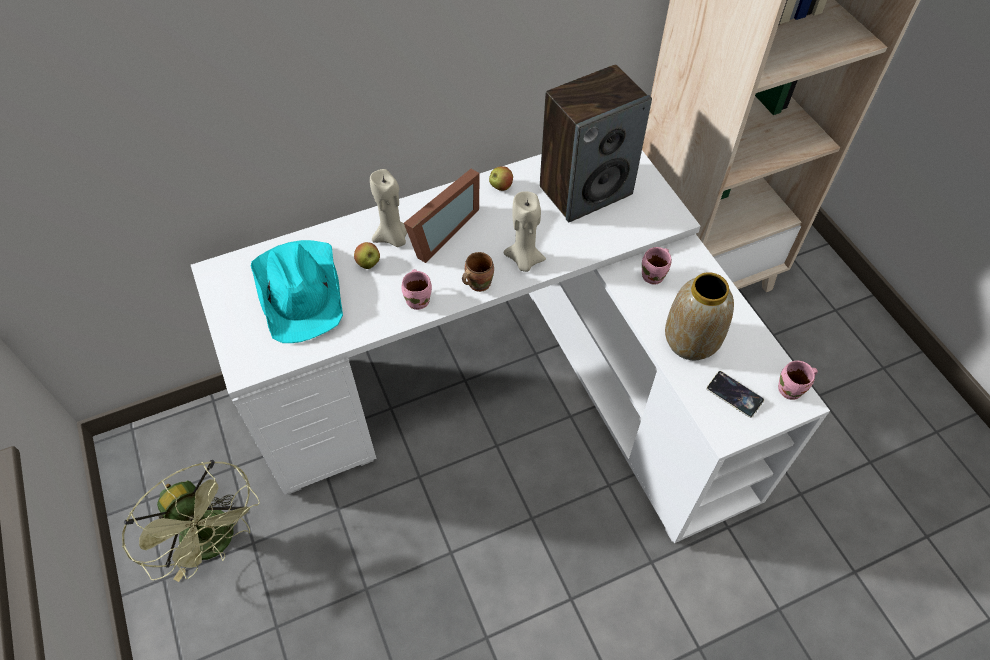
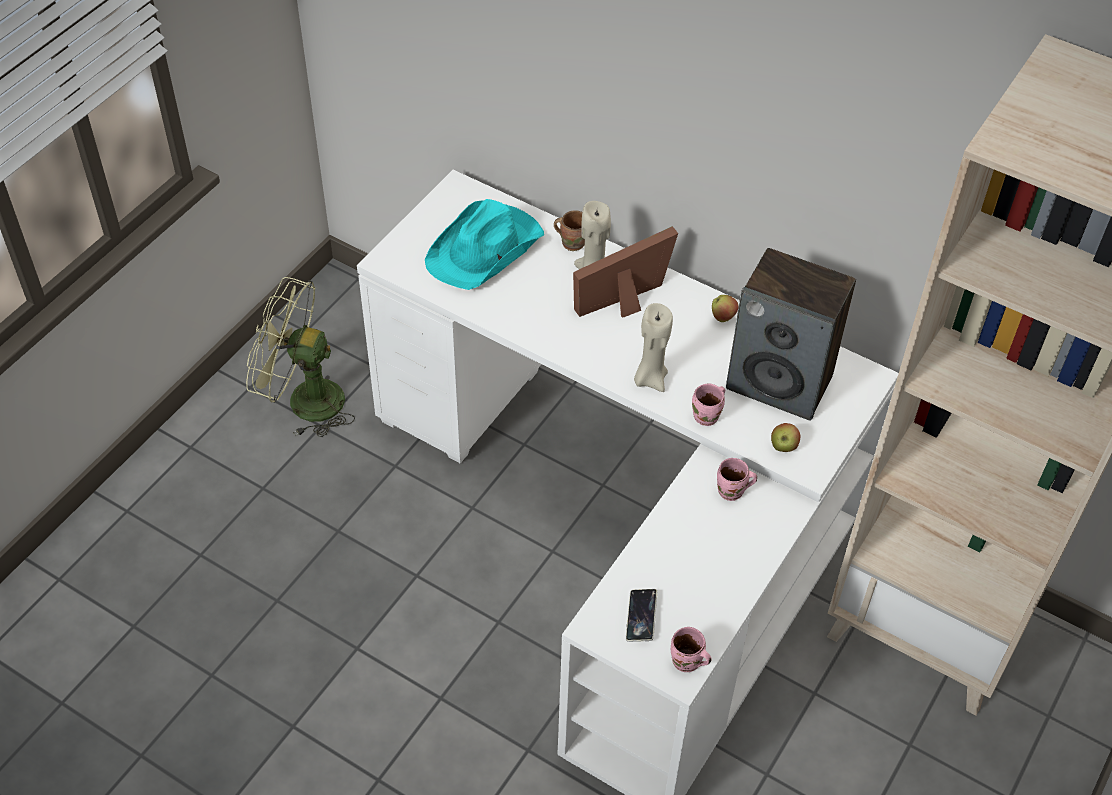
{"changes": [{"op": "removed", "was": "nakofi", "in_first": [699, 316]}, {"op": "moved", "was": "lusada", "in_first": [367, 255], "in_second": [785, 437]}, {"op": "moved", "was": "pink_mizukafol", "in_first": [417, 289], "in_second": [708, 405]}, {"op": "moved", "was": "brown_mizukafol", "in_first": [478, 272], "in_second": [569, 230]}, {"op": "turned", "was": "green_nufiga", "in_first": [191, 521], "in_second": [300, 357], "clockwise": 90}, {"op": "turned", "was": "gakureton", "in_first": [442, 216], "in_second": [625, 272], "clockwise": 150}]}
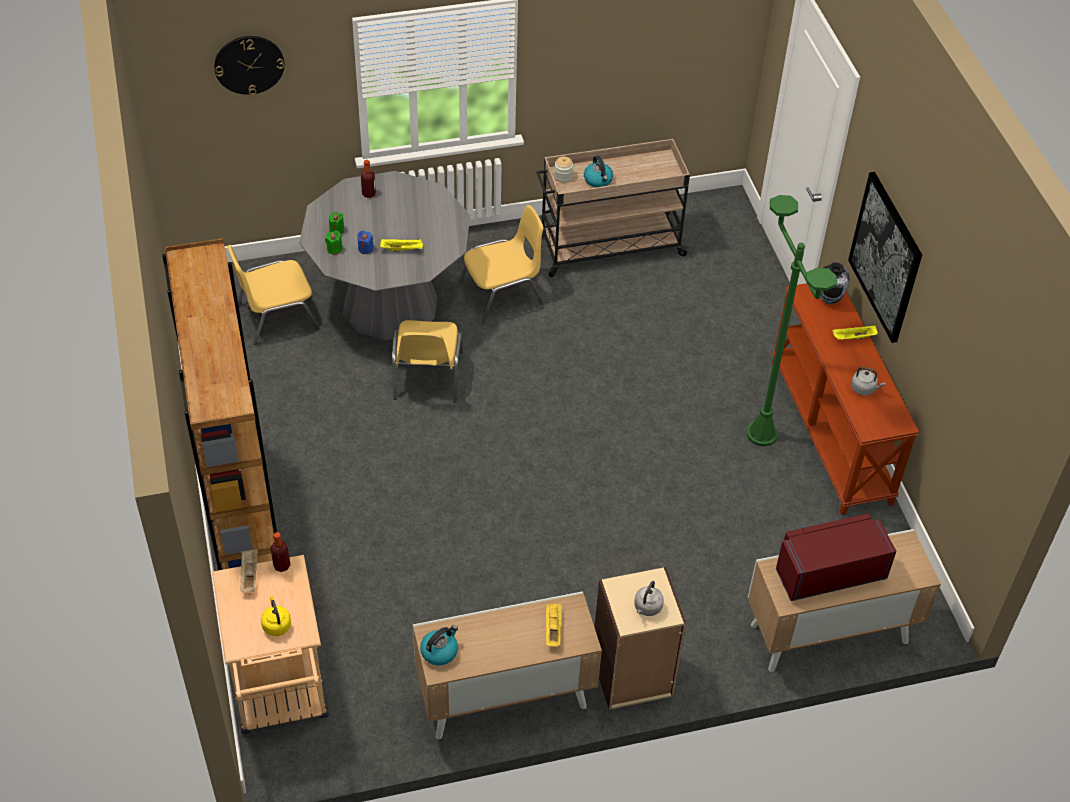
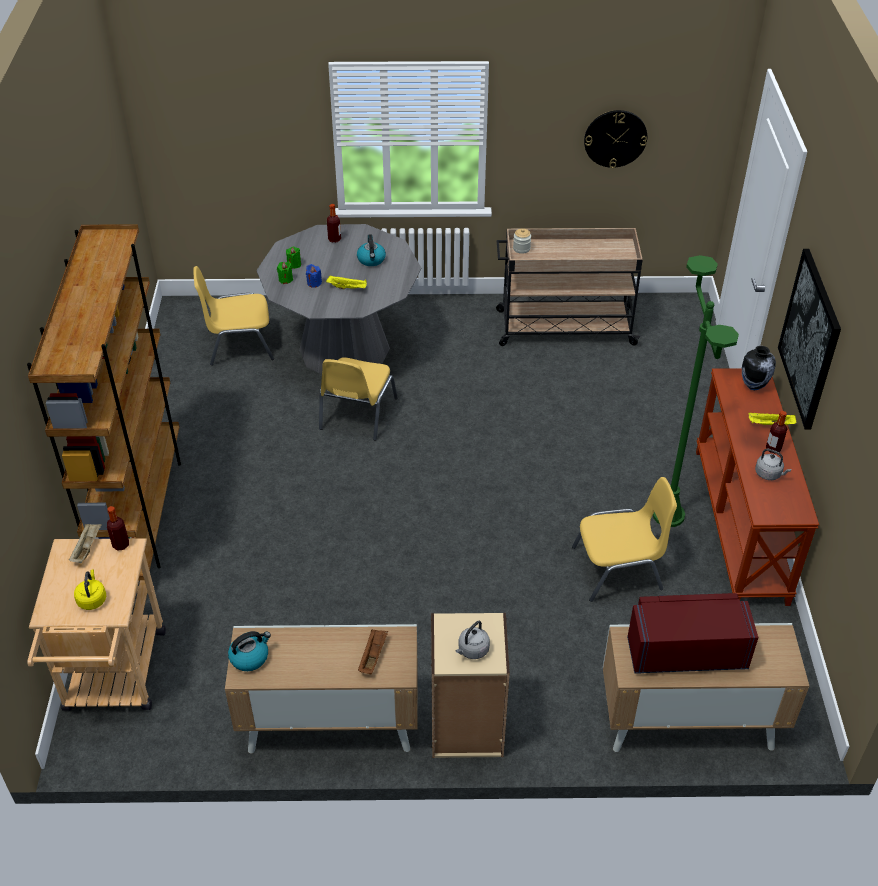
{"changes": [{"op": "added", "now": "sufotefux", "in_second": [776, 432]}, {"op": "moved", "was": "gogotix", "in_first": [249, 65], "in_second": [615, 139]}, {"op": "moved", "was": "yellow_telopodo", "in_first": [501, 264], "in_second": [624, 539]}, {"op": "moved", "was": "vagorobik", "in_first": [598, 171], "in_second": [371, 250]}, {"op": "recoloured", "was": "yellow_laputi", "now": "brown_laputi", "in_first": [554, 625], "in_second": [373, 652]}]}
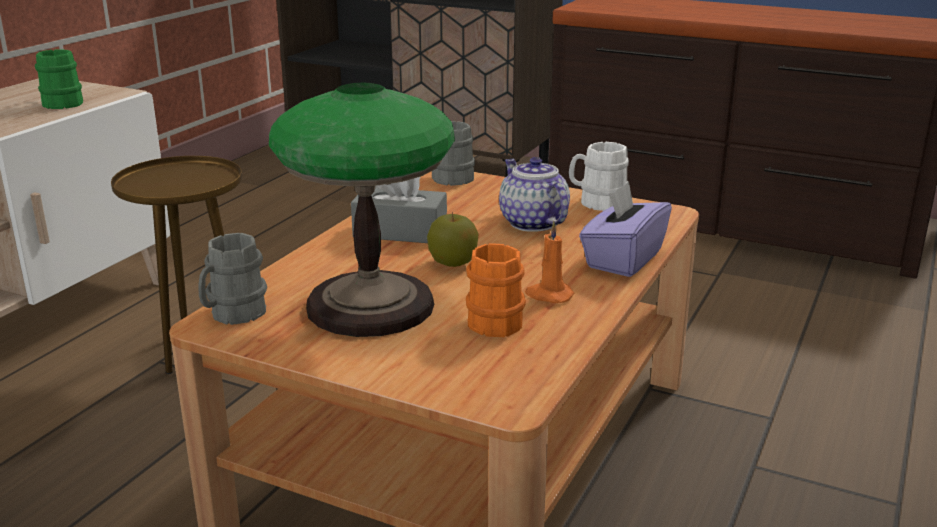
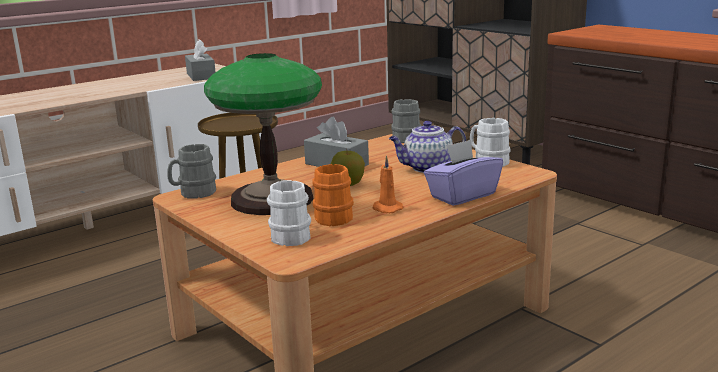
{"changes": [{"op": "added", "now": "white_mizukafol", "in_second": [289, 213]}, {"op": "replaced", "was": "green_mizukafol", "now": "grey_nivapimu", "in_first": [59, 79], "in_second": [200, 60]}, {"op": "turned", "was": "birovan", "in_first": [534, 194], "in_second": [427, 147], "clockwise": -105}]}
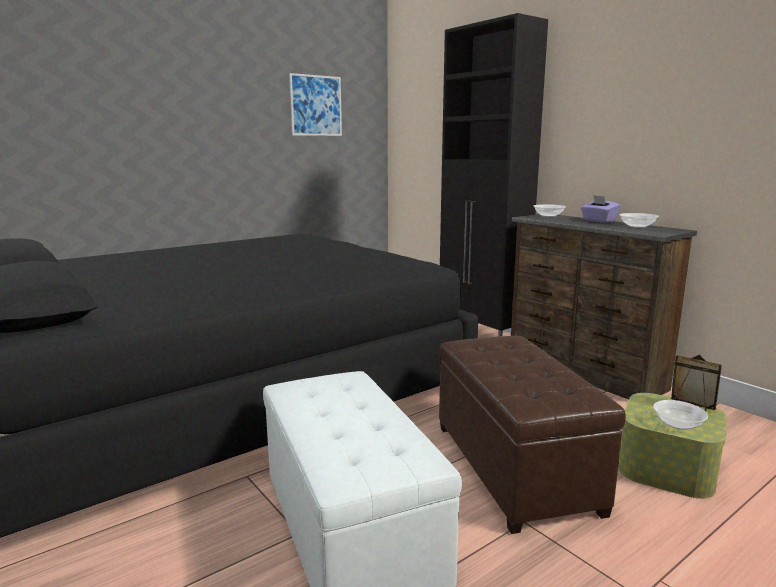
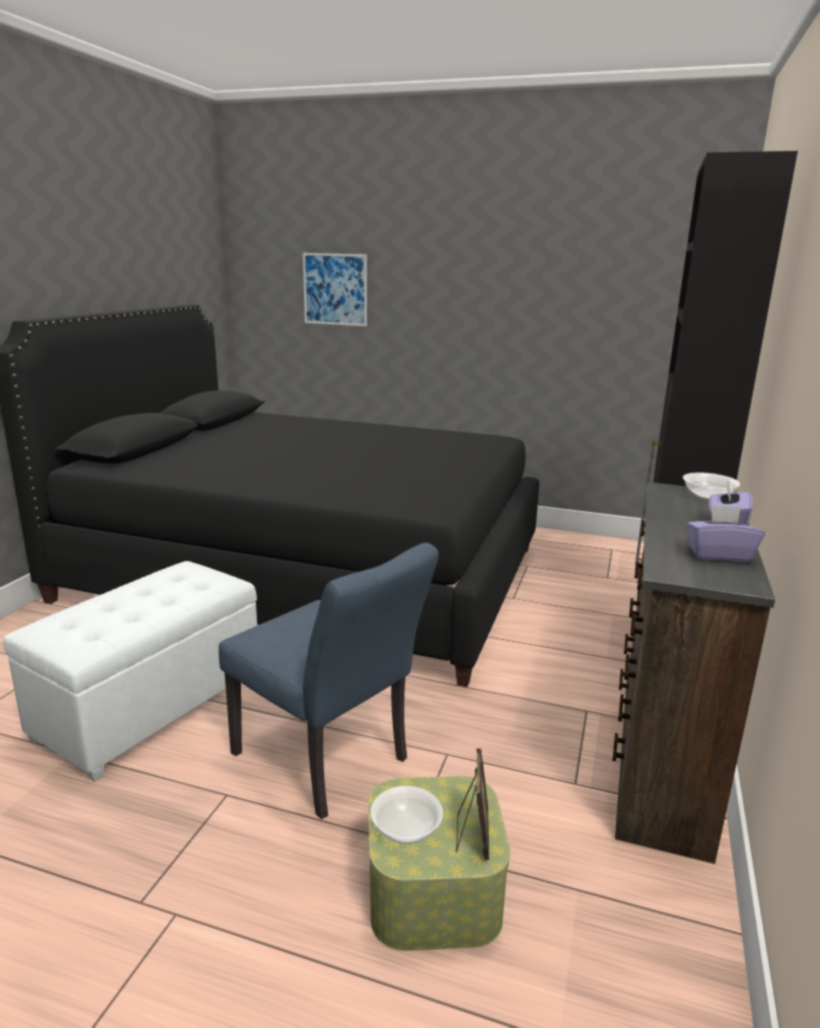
{"changes": [{"op": "moved", "was": "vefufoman", "in_first": [315, 104], "in_second": [335, 289]}, {"op": "replaced", "was": "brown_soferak", "now": "blue_telopodo", "in_first": [532, 435], "in_second": [329, 681]}, {"op": "replaced", "was": "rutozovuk", "now": "purple_nivapimu", "in_first": [639, 220], "in_second": [725, 533]}]}
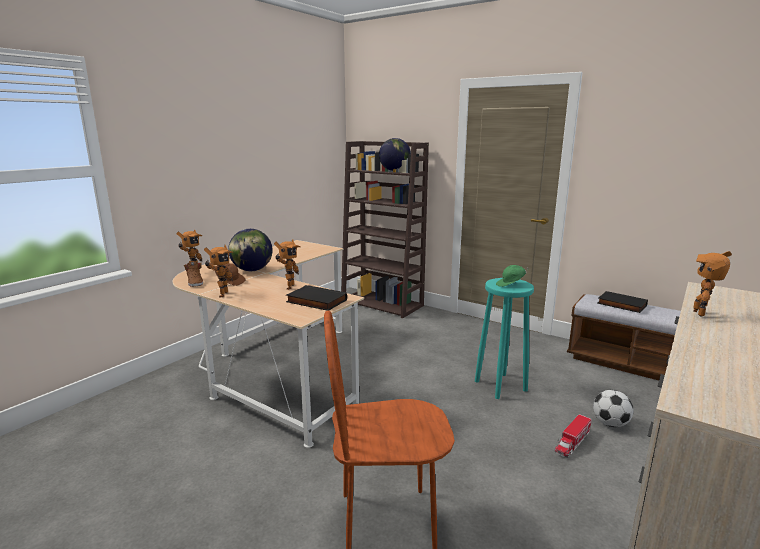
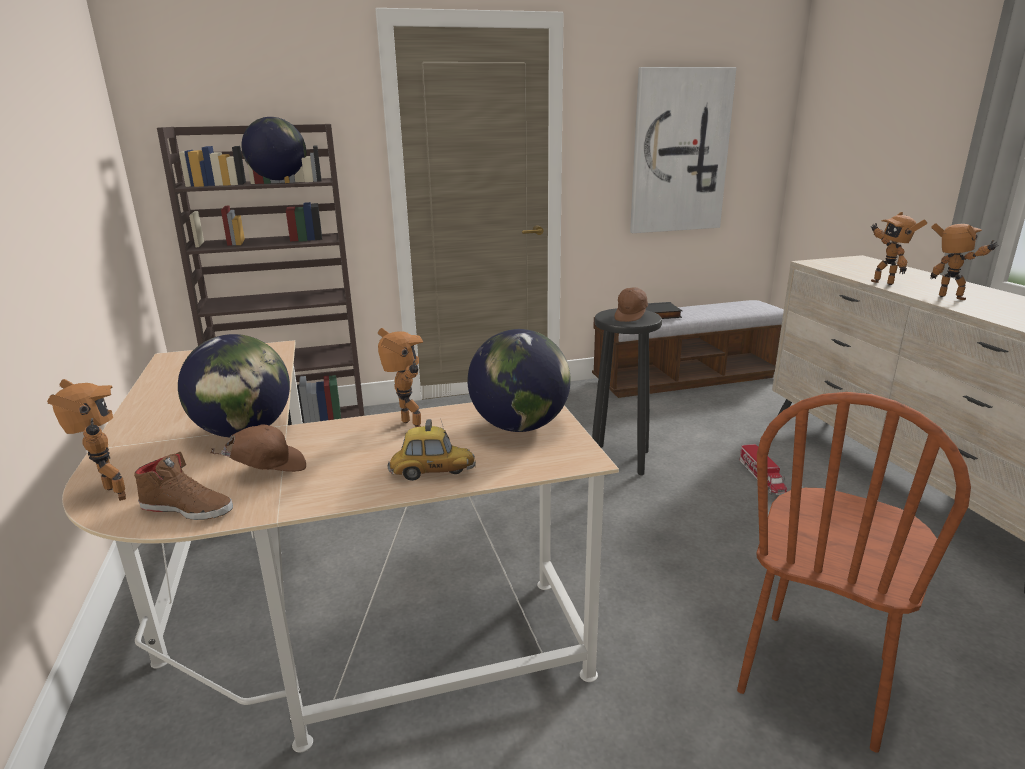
{"changes": [{"op": "removed", "was": "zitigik", "in_first": [613, 408]}, {"op": "added", "now": "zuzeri", "in_second": [432, 449]}, {"op": "added", "now": "vefufoman", "in_second": [683, 150]}, {"op": "moved", "was": "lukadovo", "in_first": [218, 271], "in_second": [964, 261]}, {"op": "replaced", "was": "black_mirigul", "now": "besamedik", "in_first": [316, 298], "in_second": [519, 380]}, {"op": "recoloured", "was": "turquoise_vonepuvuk", "now": "black_vonepuvuk", "in_first": [504, 338], "in_second": [627, 391]}, {"op": "recoloured", "was": "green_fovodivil", "now": "brown_fovodivil", "in_first": [512, 276], "in_second": [631, 304]}]}
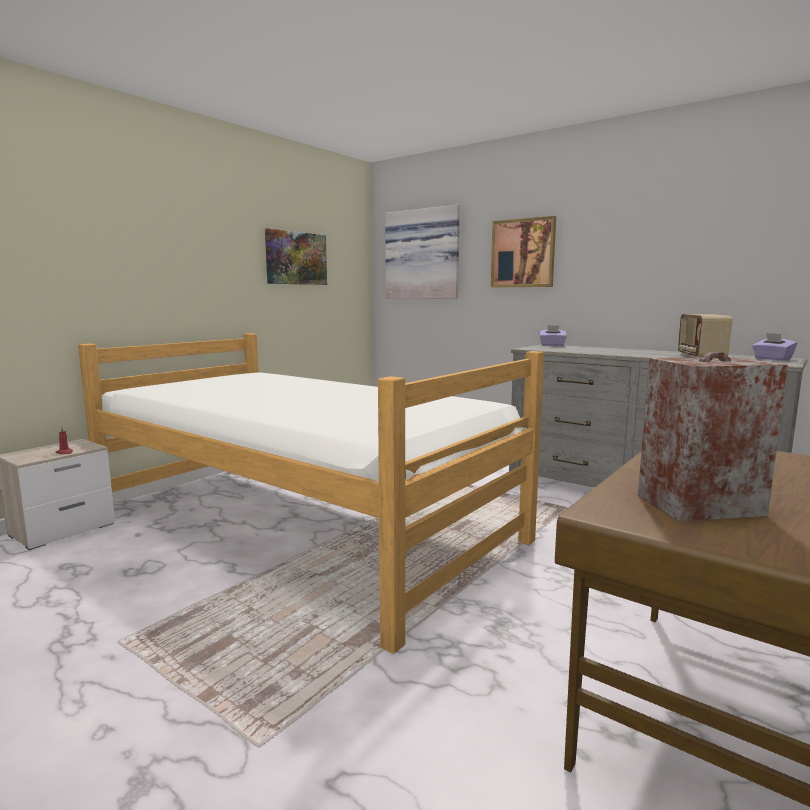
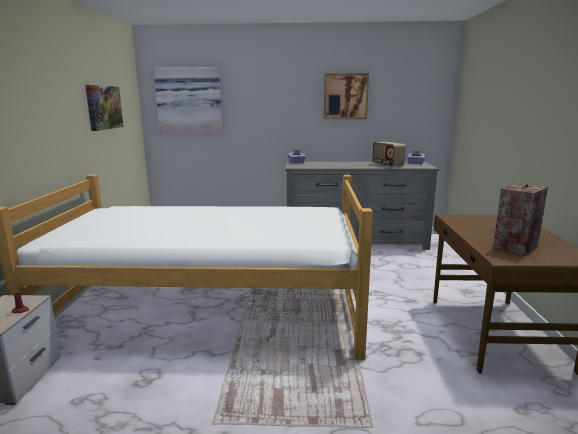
{"changes": [{"op": "moved", "was": "vefufoman", "in_first": [523, 252], "in_second": [346, 96]}]}
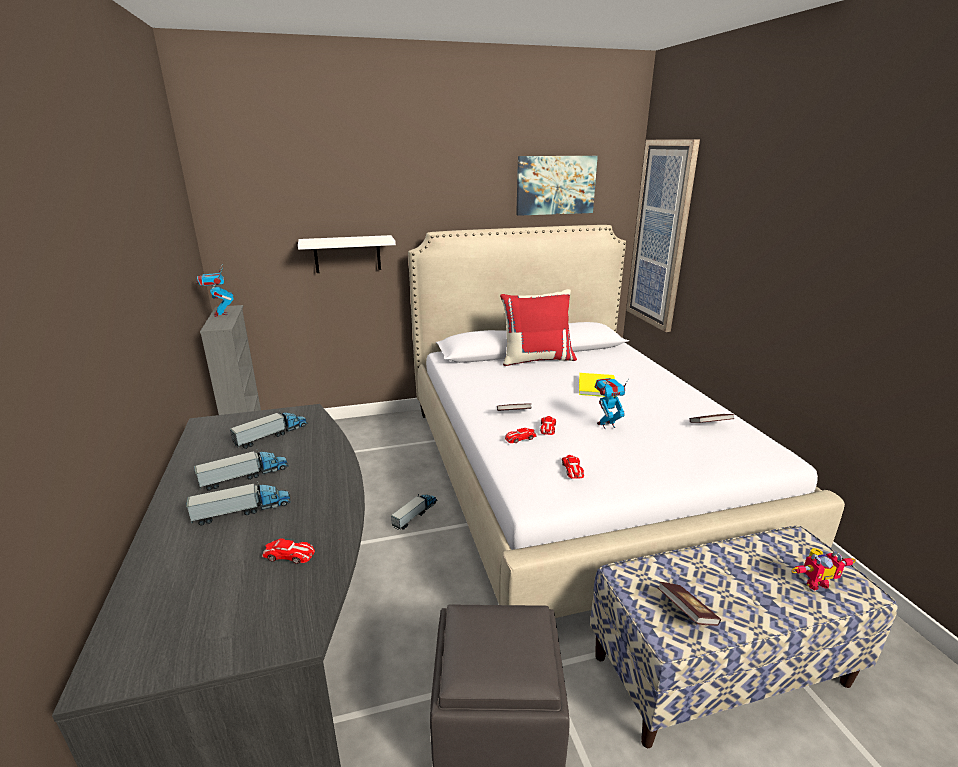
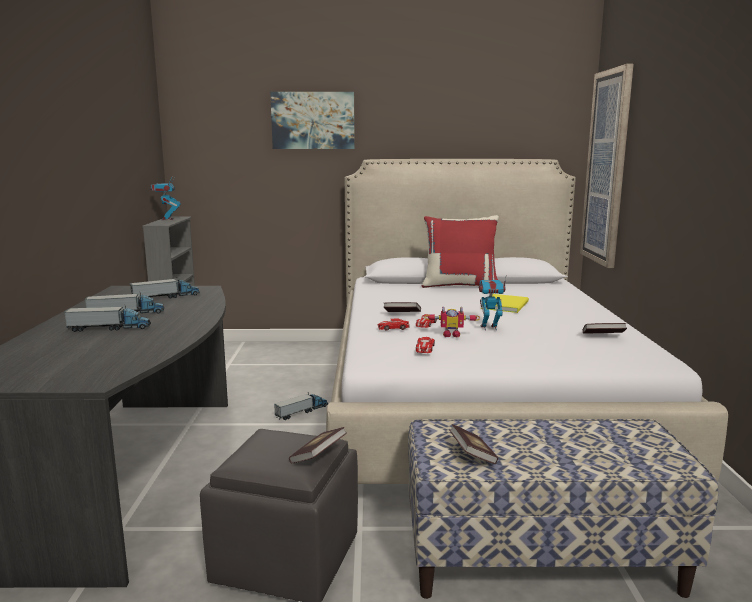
{"changes": [{"op": "removed", "was": "zuzeri", "in_first": [288, 551]}, {"op": "removed", "was": "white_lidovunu", "in_first": [347, 254]}, {"op": "added", "now": "mirigul", "in_second": [318, 445]}, {"op": "moved", "was": "vefufoman", "in_first": [557, 186], "in_second": [312, 120]}, {"op": "moved", "was": "lukadovo", "in_first": [823, 569], "in_second": [452, 322]}]}
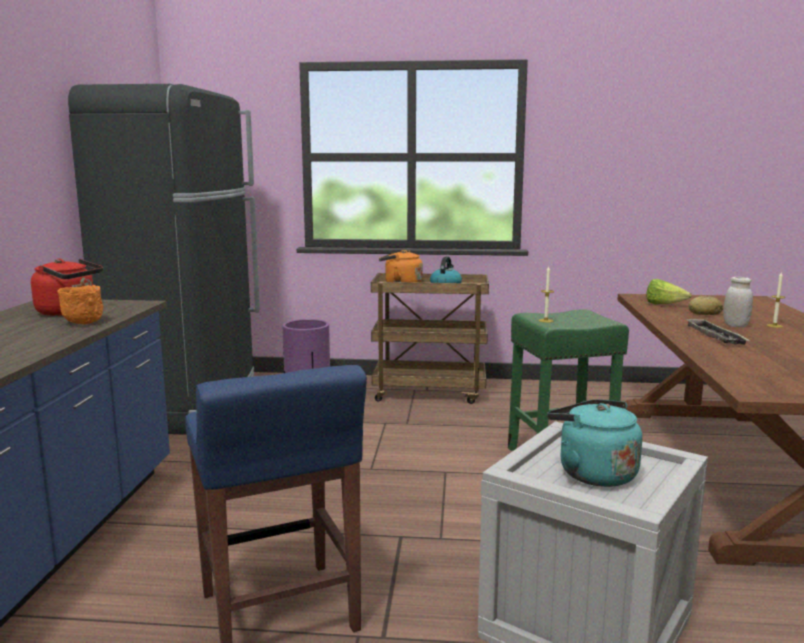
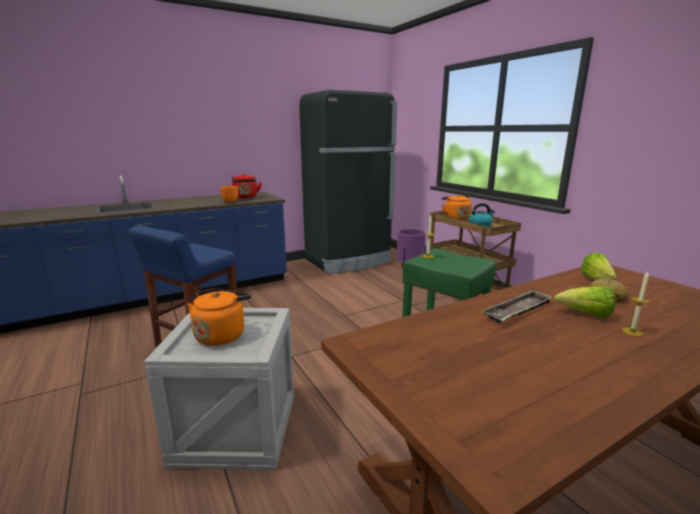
{"changes": [{"op": "replaced", "was": "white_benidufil", "now": "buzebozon", "in_first": [738, 302], "in_second": [585, 302]}, {"op": "recoloured", "was": "turquoise_vagorobik", "now": "orange_vagorobik", "in_first": [594, 443], "in_second": [219, 317]}]}
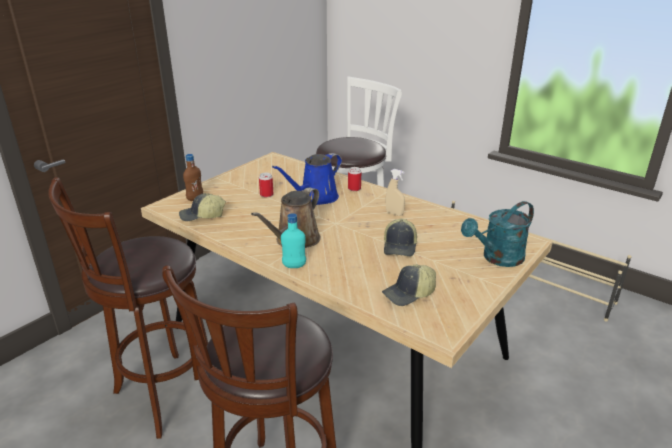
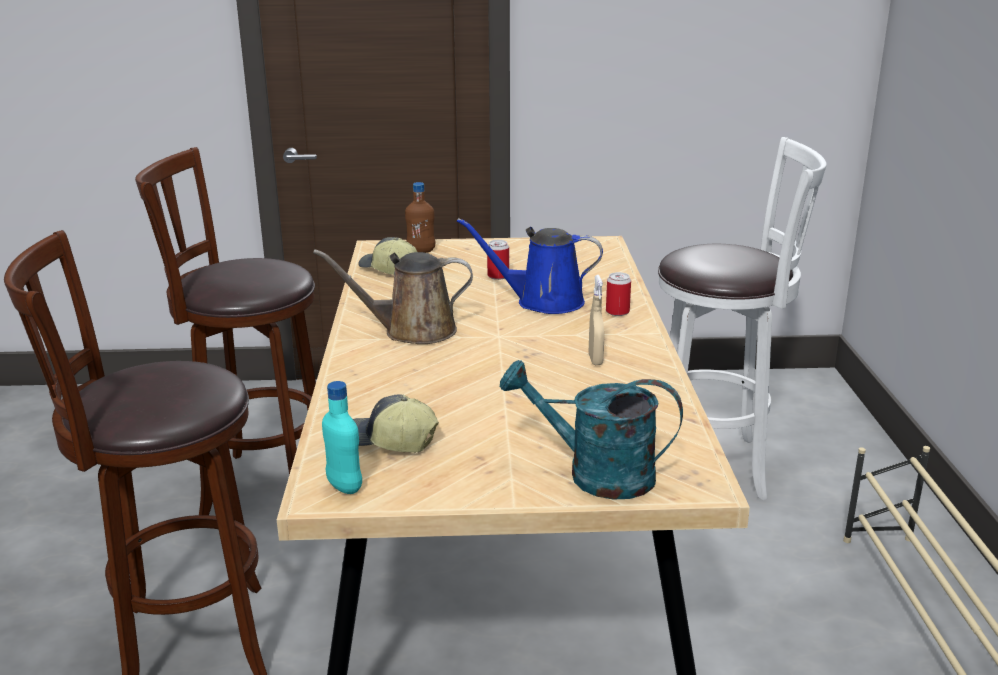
{"changes": [{"op": "removed", "was": "fovodivil", "in_first": [400, 238]}, {"op": "moved", "was": "turquoise_sufotefux", "in_first": [293, 240], "in_second": [342, 437]}]}
